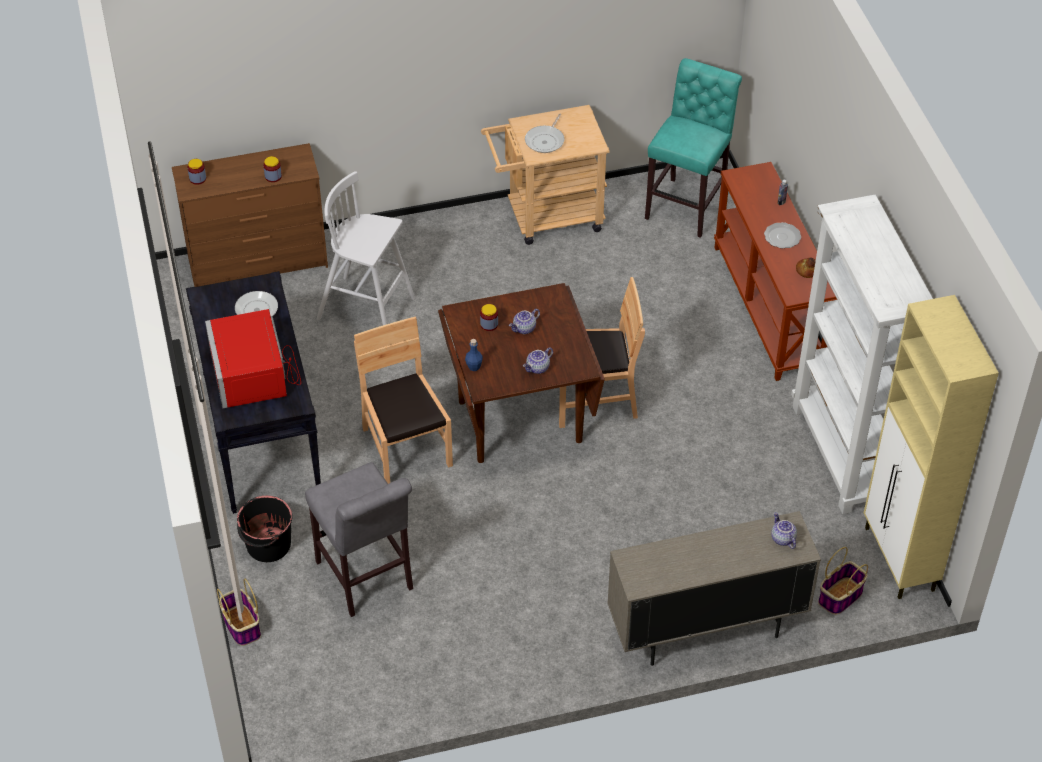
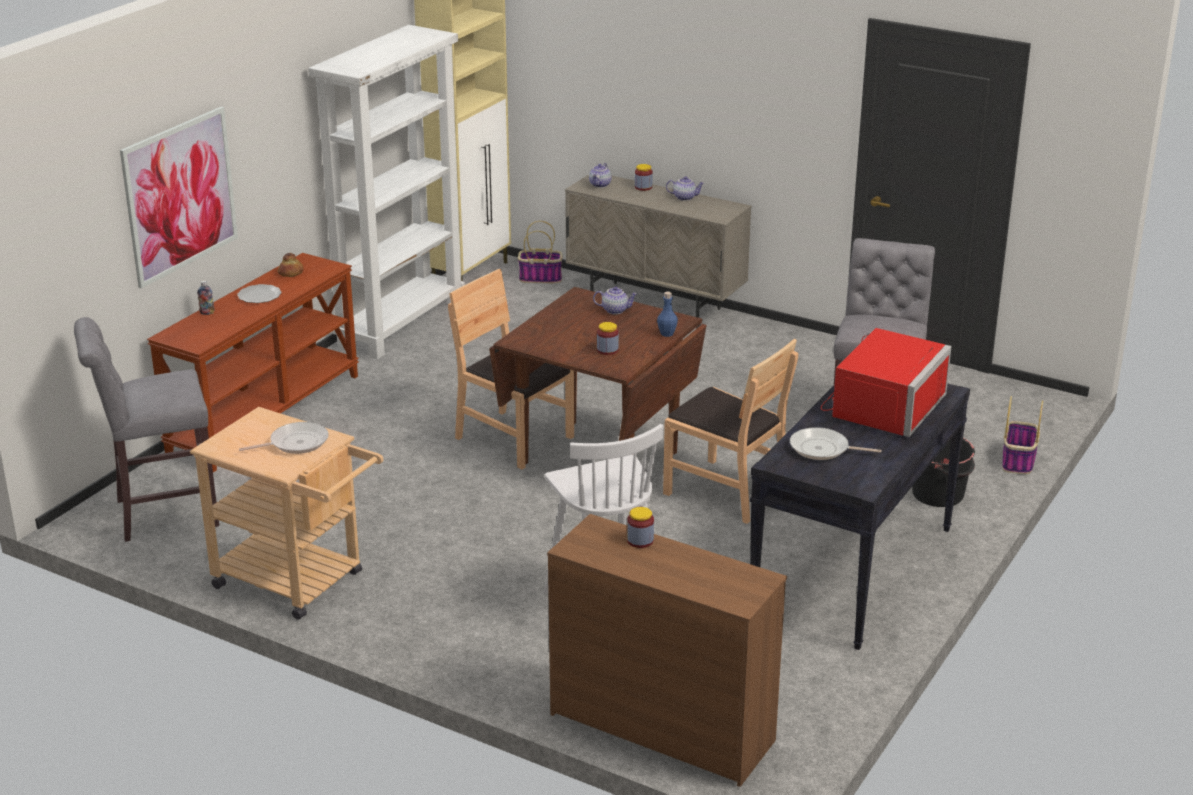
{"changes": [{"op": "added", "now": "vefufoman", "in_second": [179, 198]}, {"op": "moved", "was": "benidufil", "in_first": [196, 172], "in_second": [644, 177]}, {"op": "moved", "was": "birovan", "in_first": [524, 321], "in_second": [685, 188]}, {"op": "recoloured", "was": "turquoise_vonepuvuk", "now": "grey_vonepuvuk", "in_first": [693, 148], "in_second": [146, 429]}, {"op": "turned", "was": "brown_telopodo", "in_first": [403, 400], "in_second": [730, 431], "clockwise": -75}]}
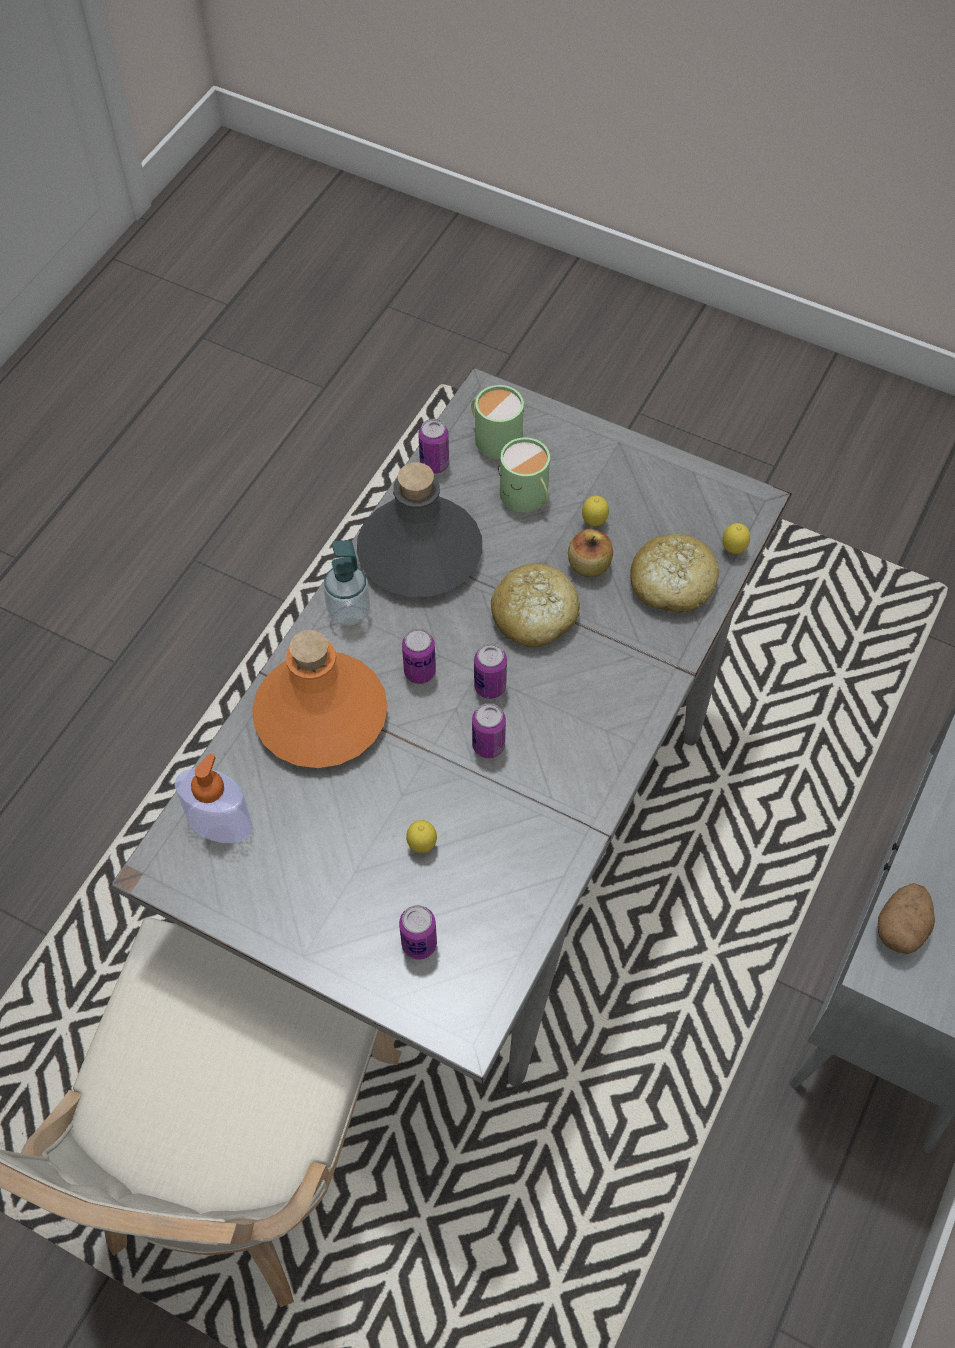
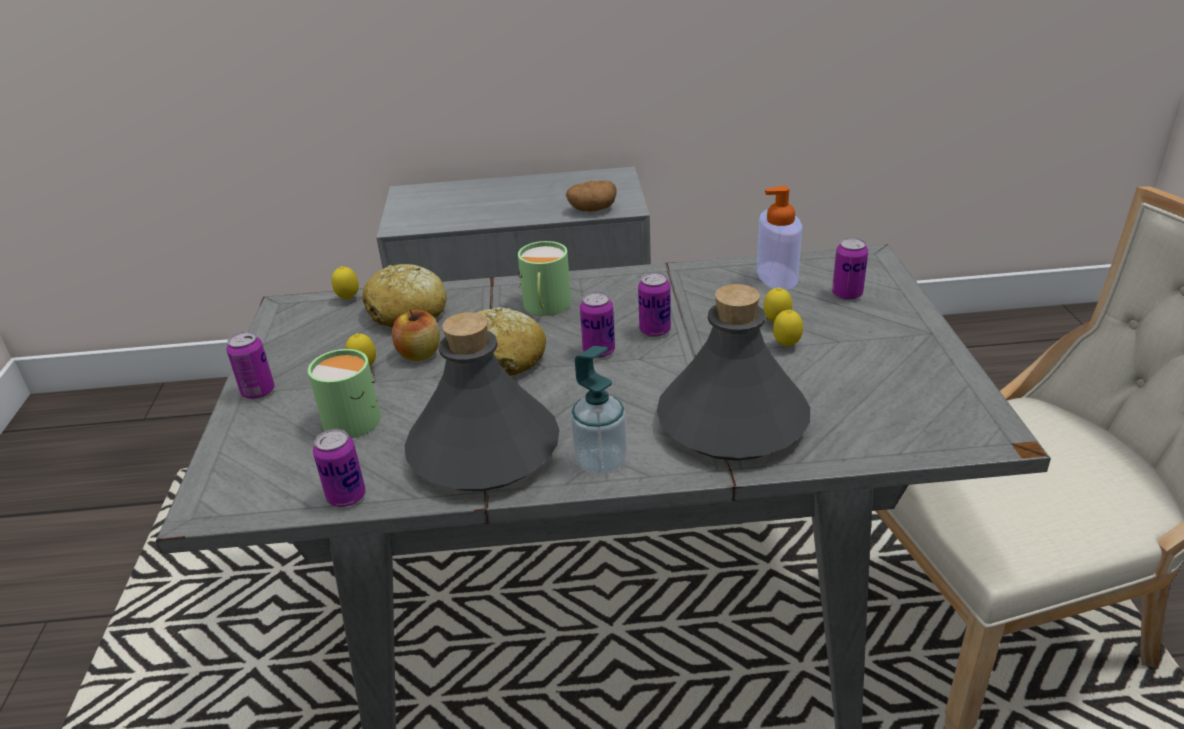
{"changes": [{"op": "added", "now": "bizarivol", "in_second": [788, 328]}, {"op": "moved", "was": "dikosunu", "in_first": [213, 798], "in_second": [779, 238]}, {"op": "moved", "was": "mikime", "in_first": [419, 656], "in_second": [250, 365]}, {"op": "moved", "was": "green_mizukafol", "in_first": [498, 422], "in_second": [544, 278]}, {"op": "recoloured", "was": "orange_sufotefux", "now": "grey_sufotefux", "in_first": [320, 699], "in_second": [733, 372]}]}
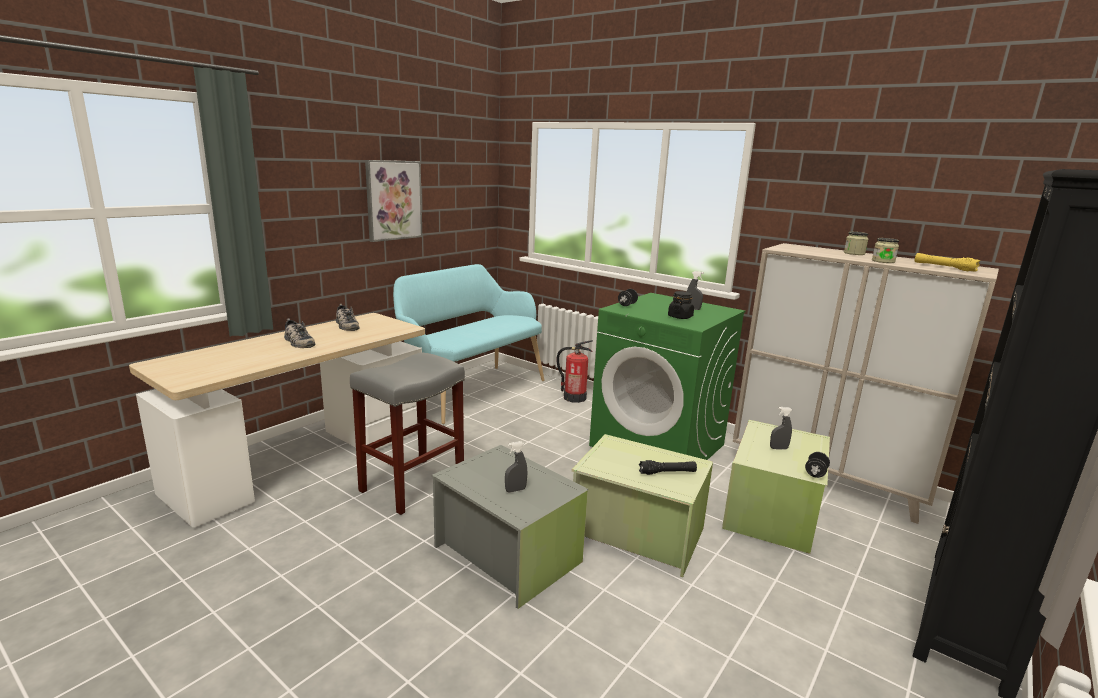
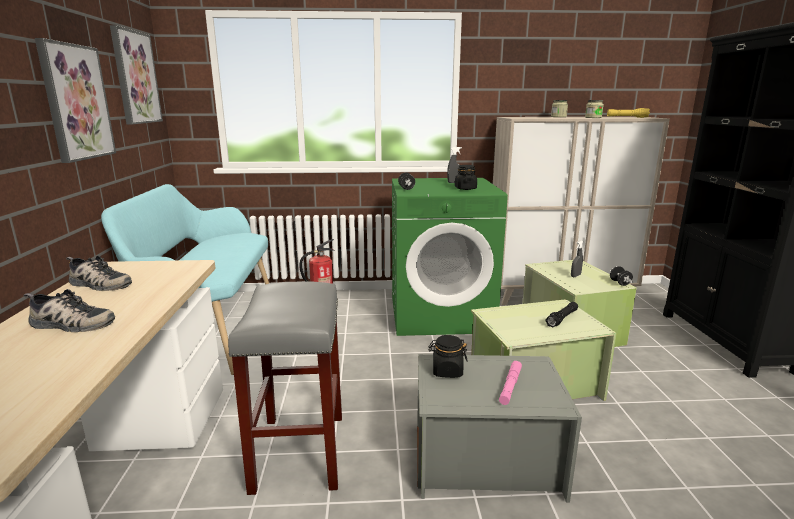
{"changes": [{"op": "added", "now": "vefufoman", "in_second": [136, 74]}, {"op": "added", "now": "black_benidufil", "in_second": [448, 356]}, {"op": "replaced", "was": "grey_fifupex", "now": "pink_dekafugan", "in_first": [516, 467], "in_second": [510, 383]}]}
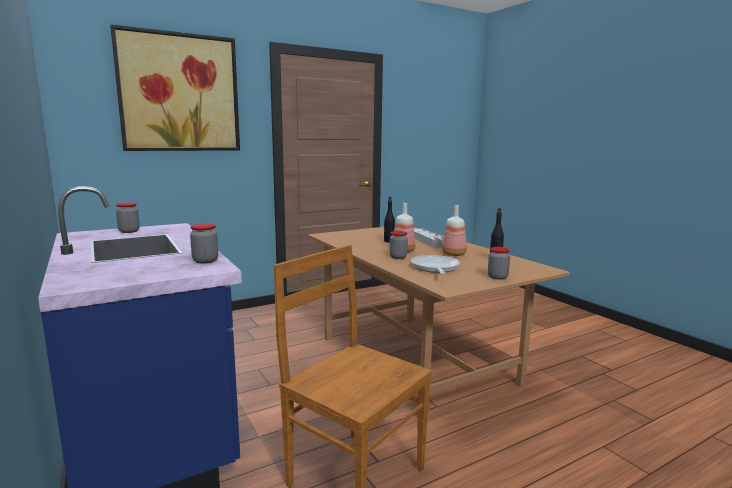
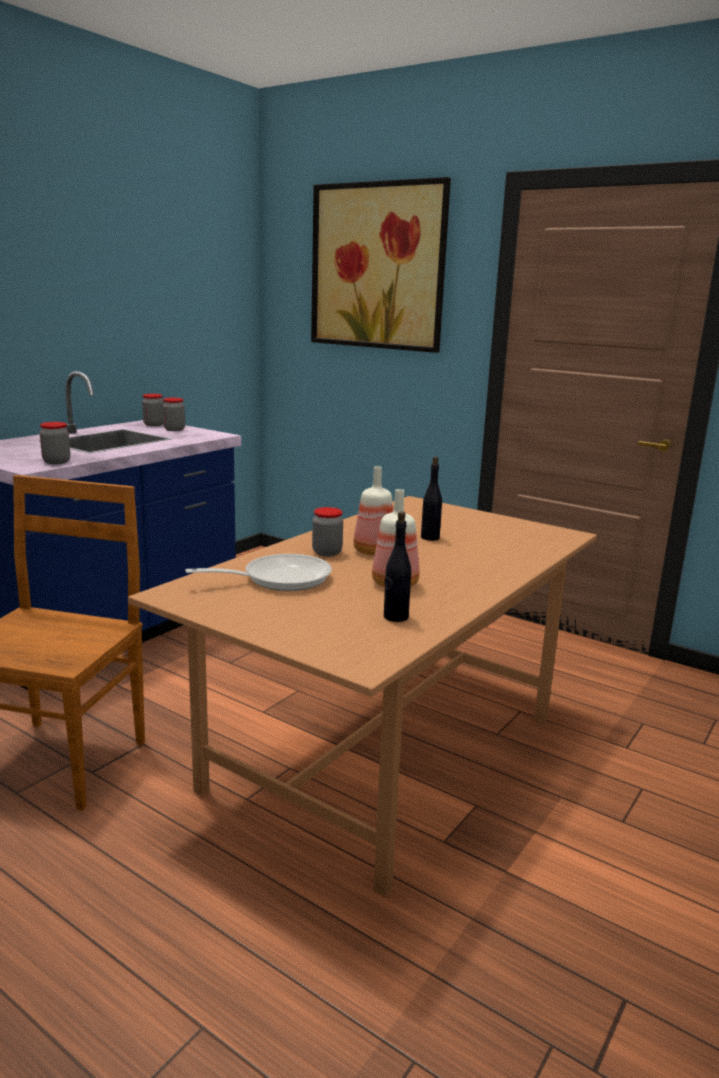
{"changes": [{"op": "removed", "was": "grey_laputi", "in_first": [429, 237]}, {"op": "moved", "was": "benidufil", "in_first": [499, 263], "in_second": [153, 410]}]}
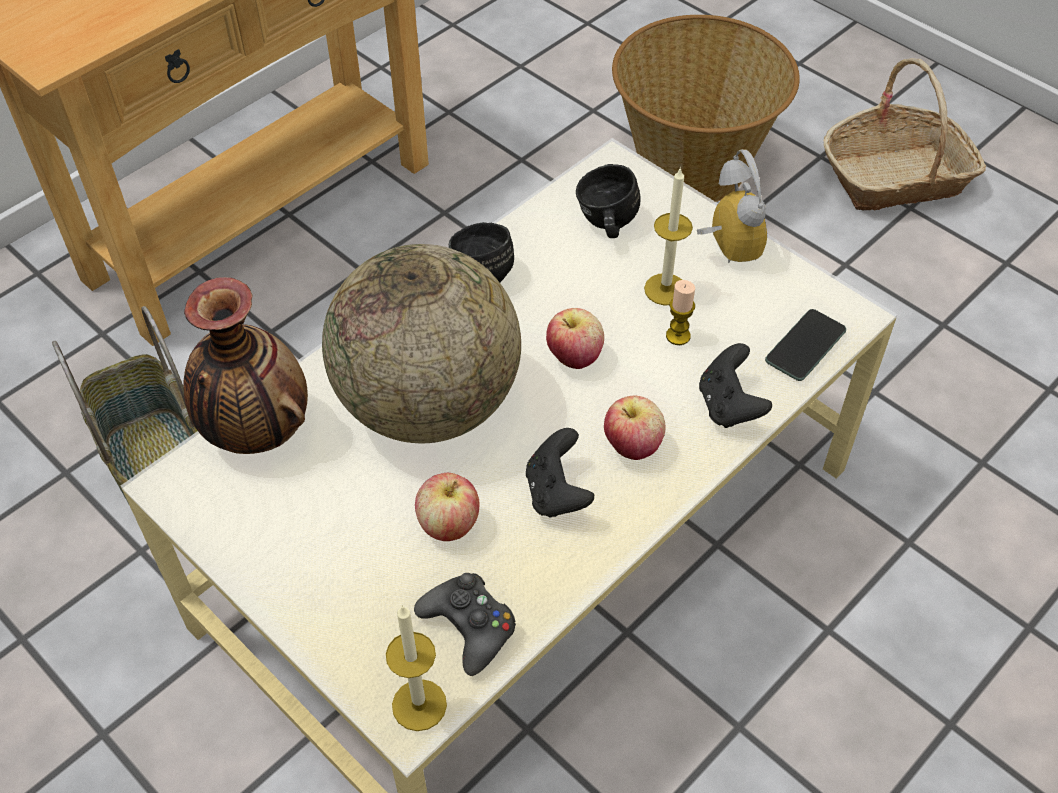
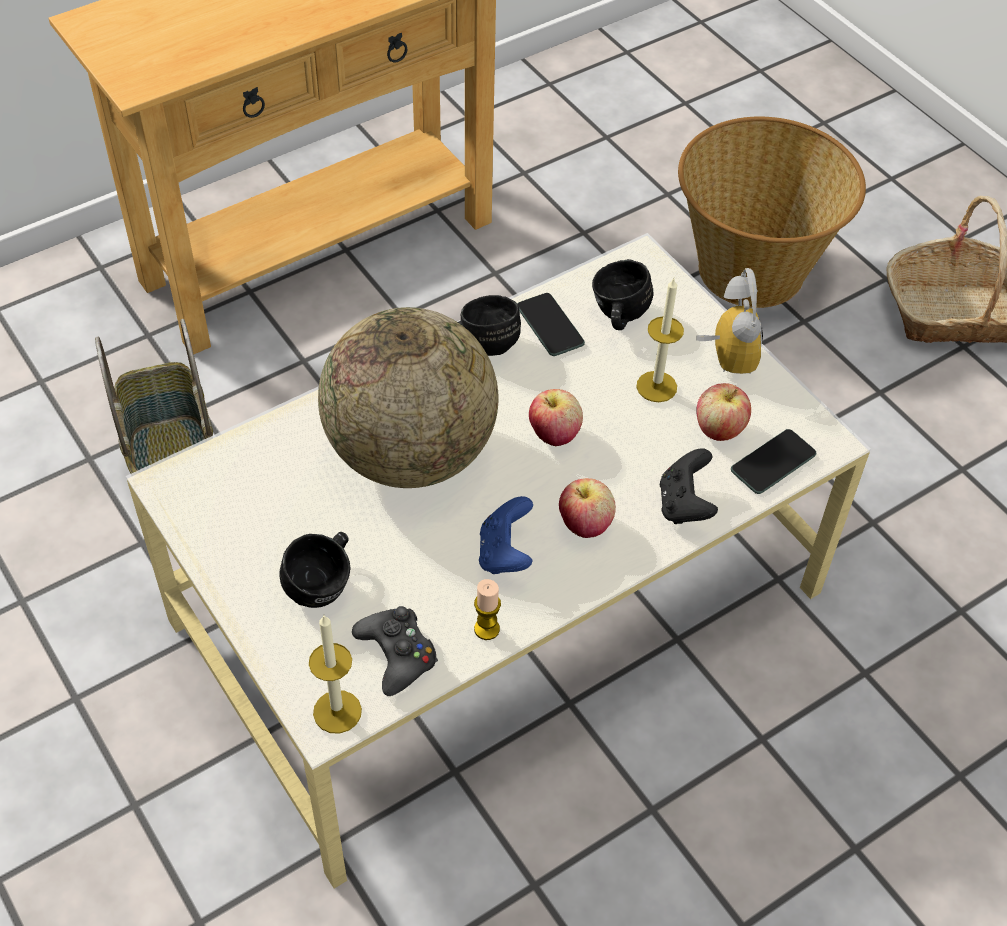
{"changes": [{"op": "removed", "was": "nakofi", "in_first": [245, 365]}, {"op": "added", "now": "black_mizukafol", "in_second": [315, 570]}, {"op": "added", "now": "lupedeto", "in_second": [551, 324]}, {"op": "moved", "was": "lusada", "in_first": [447, 507], "in_second": [724, 412]}, {"op": "moved", "was": "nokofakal", "in_first": [680, 312], "in_second": [487, 609]}, {"op": "recoloured", "was": "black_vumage", "now": "blue_vumage", "in_first": [560, 473], "in_second": [506, 535]}]}
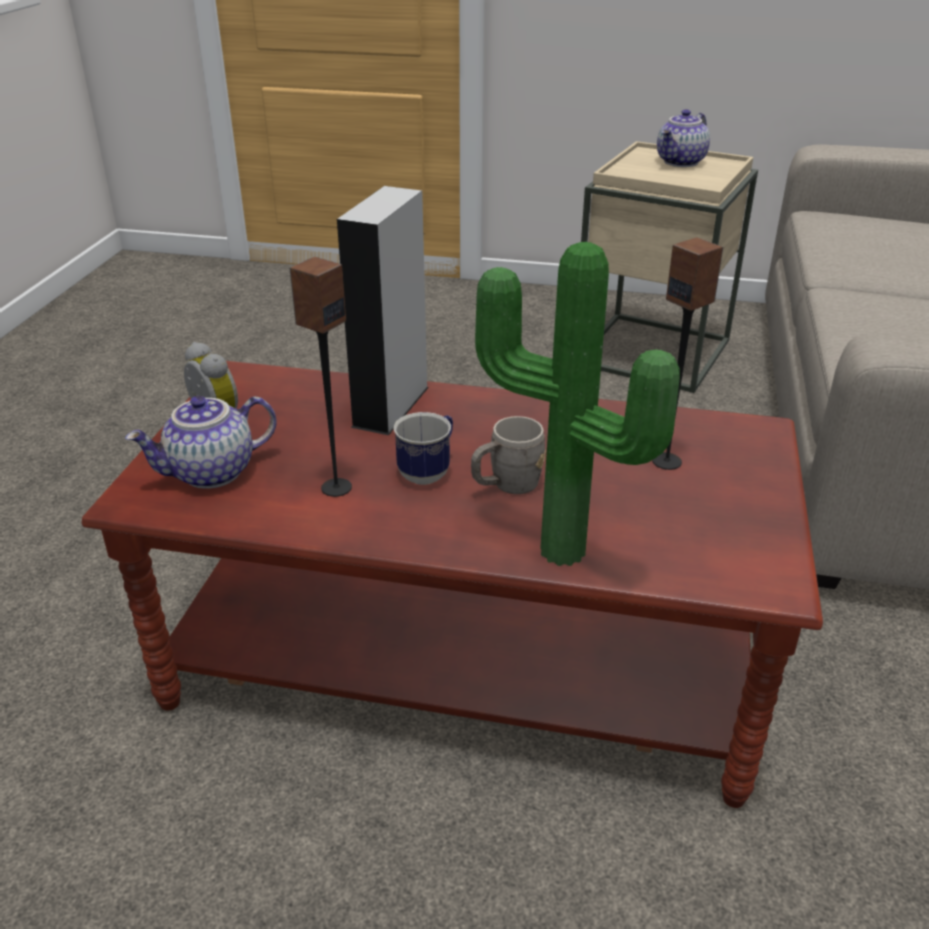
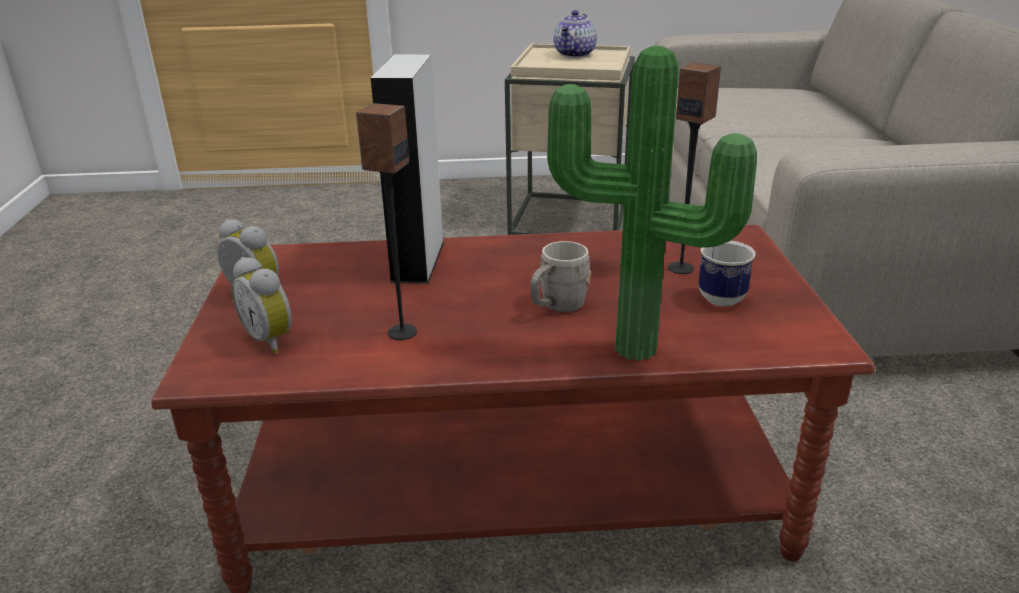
{"changes": [{"op": "moved", "was": "mizukafol", "in_first": [423, 448], "in_second": [727, 273]}, {"op": "replaced", "was": "birovan", "now": "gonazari", "in_first": [201, 442], "in_second": [262, 305]}]}
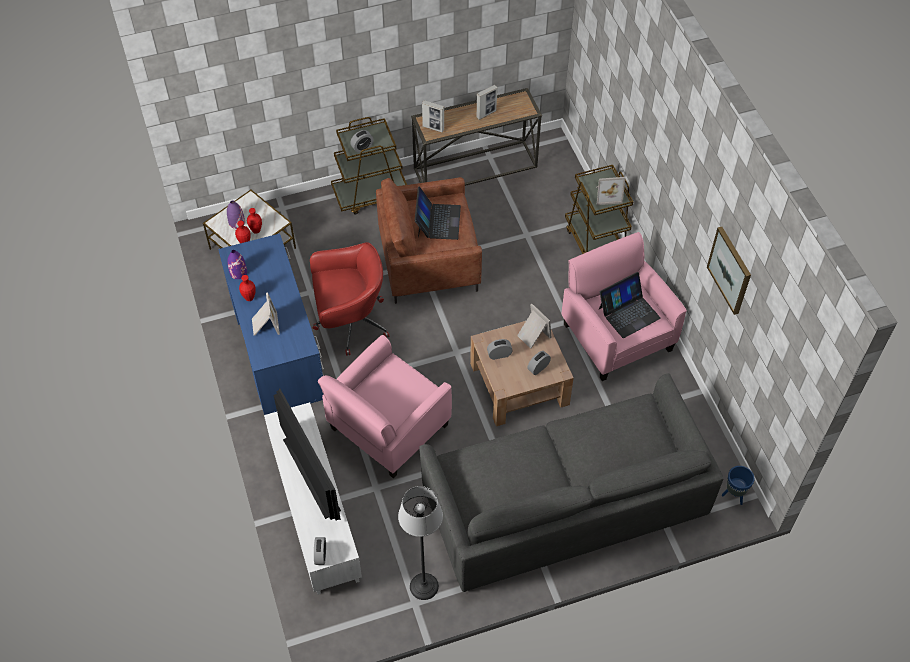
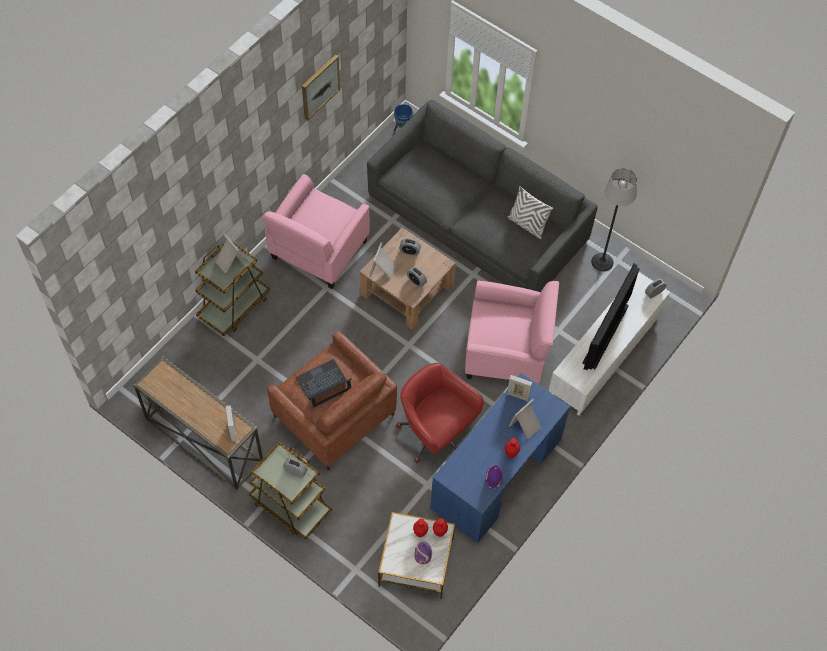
{"changes": [{"op": "removed", "was": "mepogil", "in_first": [630, 305]}, {"op": "added", "now": "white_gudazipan", "in_second": [530, 212]}, {"op": "moved", "was": "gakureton", "in_first": [486, 102], "in_second": [519, 388]}]}
